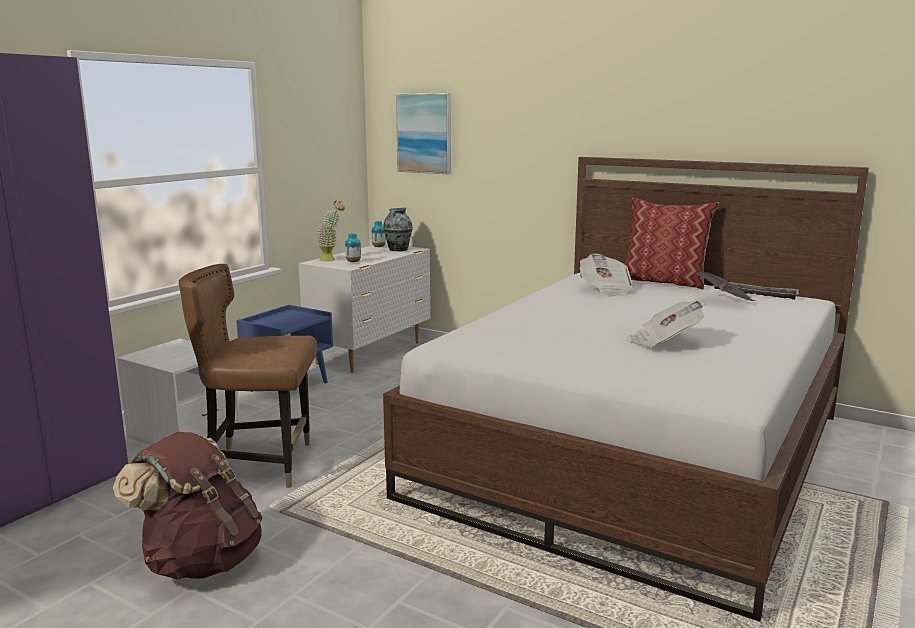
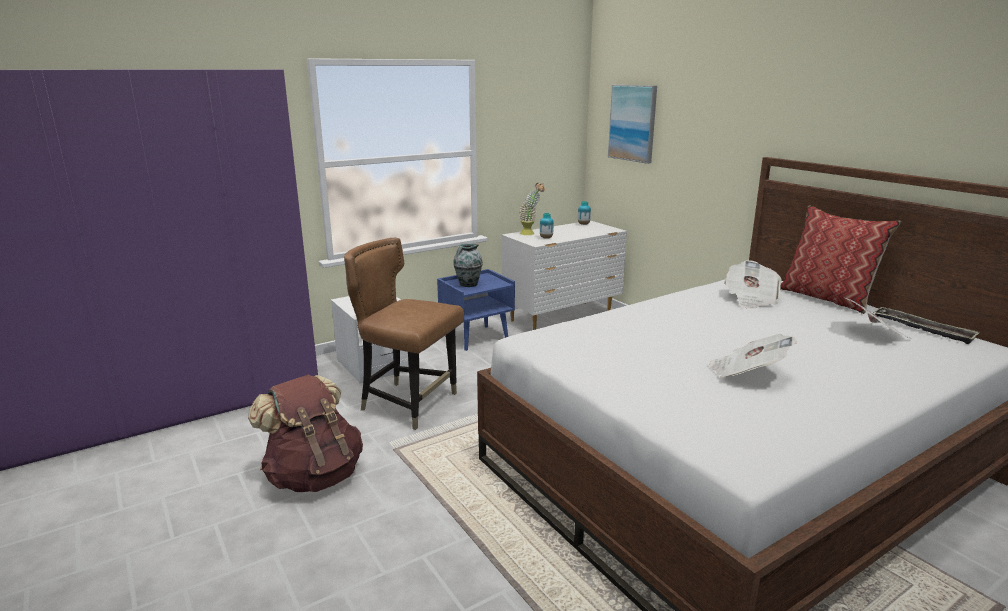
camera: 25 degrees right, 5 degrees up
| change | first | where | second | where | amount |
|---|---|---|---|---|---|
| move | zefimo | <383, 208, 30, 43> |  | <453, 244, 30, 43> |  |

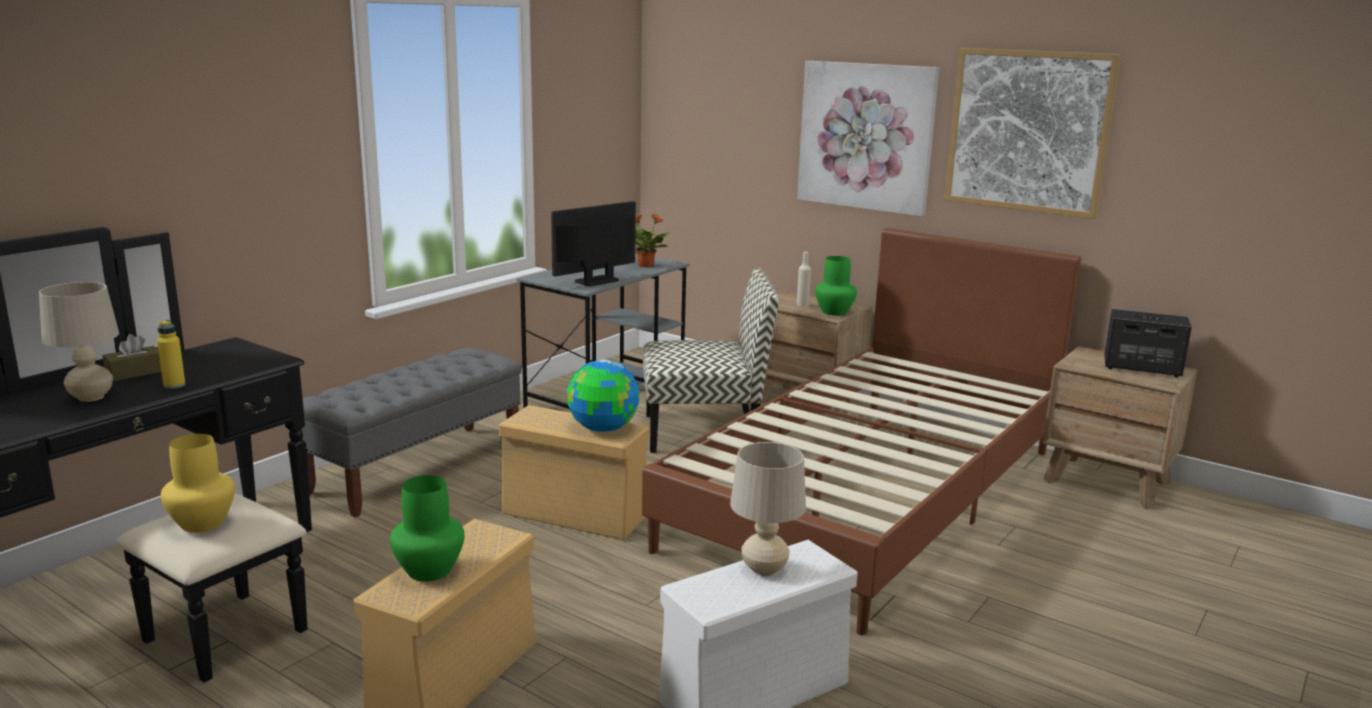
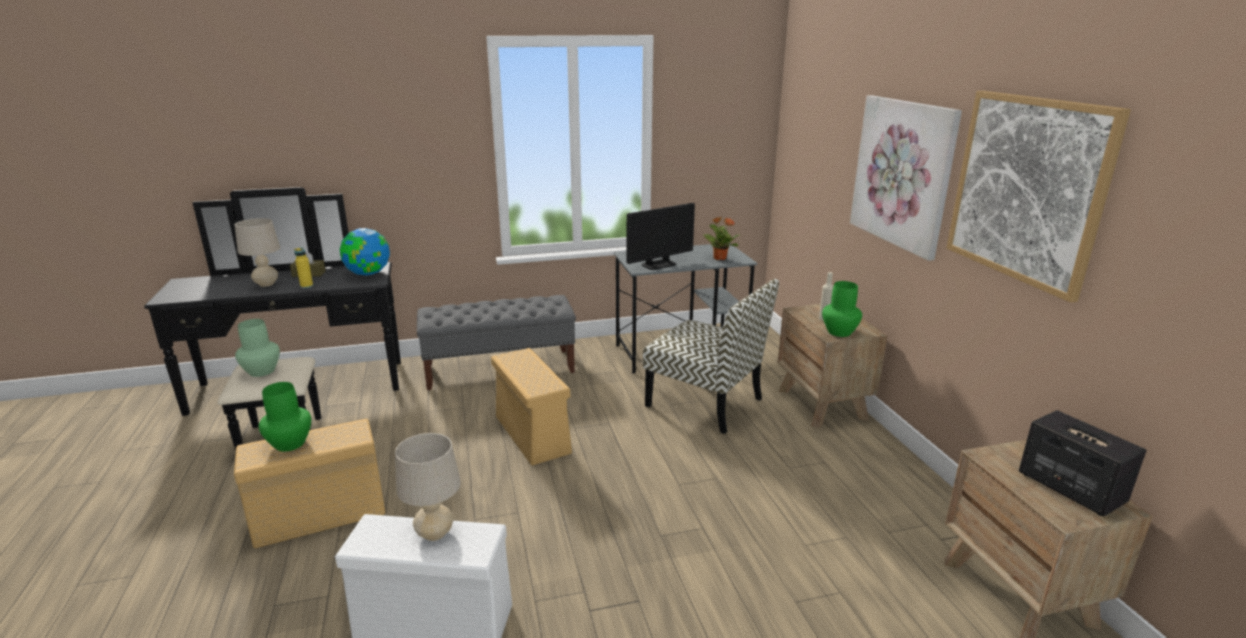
camera: 40 degrees right, 5 degrees up
| change | first | where | second | where | amount |
|---|---|---|---|---|---|
| recolor | yellow zefimo | <161, 434, 74, 99> | green zefimo | <235, 319, 45, 58> |  |
| rotate | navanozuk | <551, 201, 85, 85> |  | <627, 203, 68, 67> | 150 degrees clockwise |
| move | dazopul | <567, 360, 72, 72> |  | <340, 228, 50, 47> |  |
| delete | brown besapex | <642, 228, 439, 407> |  |  |  |

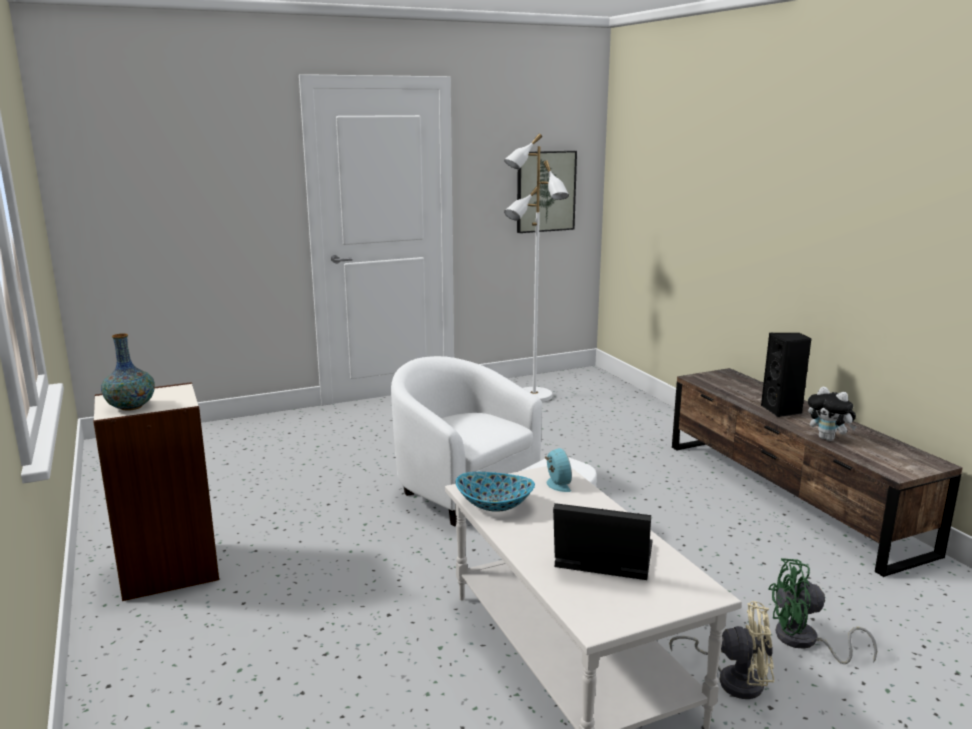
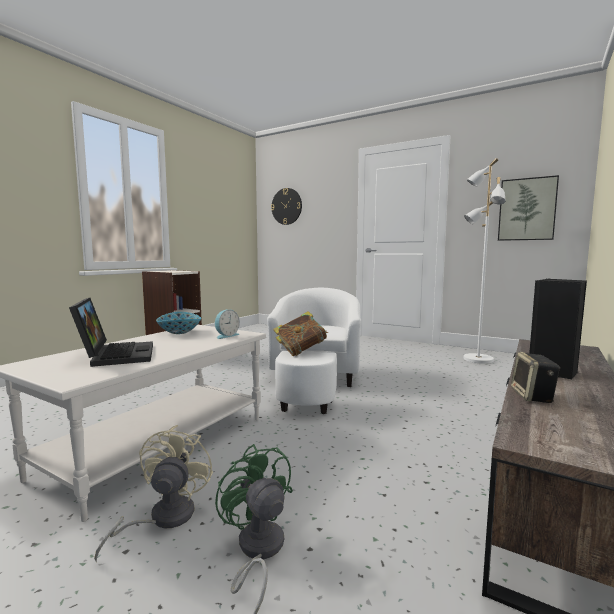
camera: 55 degrees right, 10 degrees down
| change | first | where | second | where | amount |
|---|---|---|---|---|---|
| delete | zefimo | <101, 333, 54, 78> |  |  |  |
| rotate | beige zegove | <669, 601, 105, 98> |  | <94, 425, 119, 137> | 150 degrees counterclockwise |
| replace | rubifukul | <808, 387, 49, 54> | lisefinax | <511, 352, 49, 51> |  |
| insert |  |  | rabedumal | <271, 188, 31, 37> |  |
| insert |  |  | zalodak | <273, 311, 55, 45> |  |

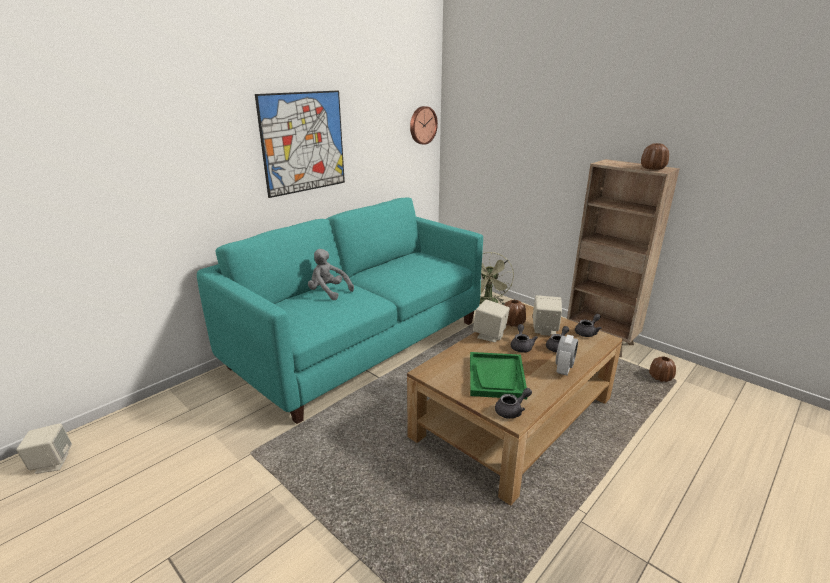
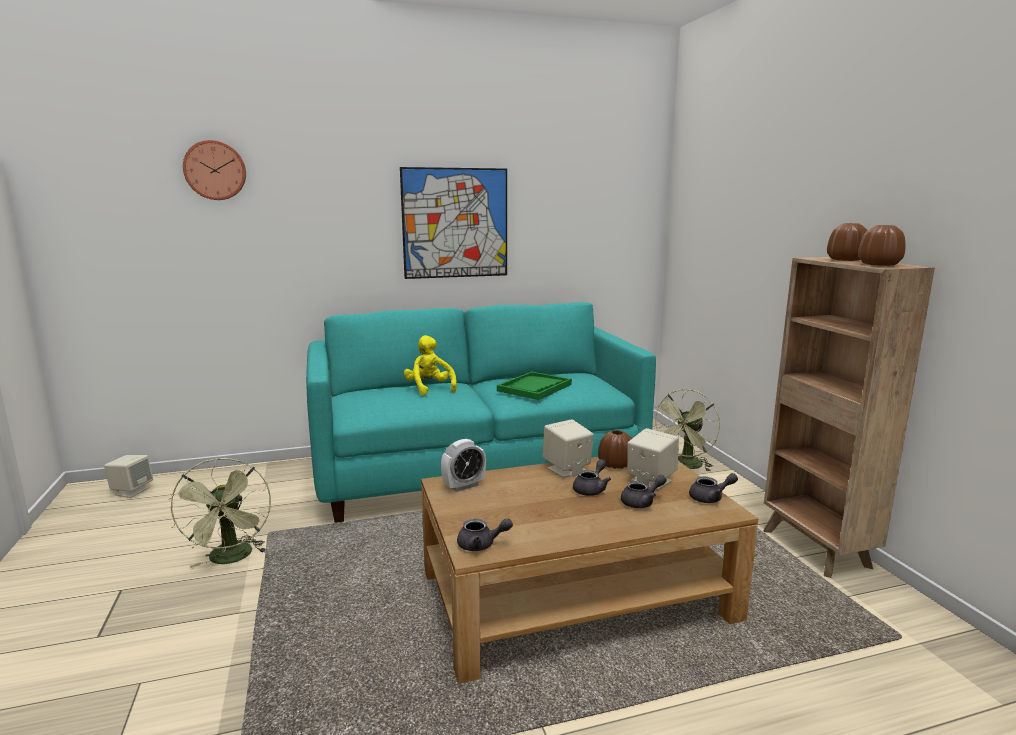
camera: 30 degrees right, 10 degrees down
| change | first | where | second | where | amount |
|---|---|---|---|---|---|
| recolor | grey rubifukul | <308, 249, 46, 52> | yellow rubifukul | <404, 335, 53, 61> |  |
| move | rabedumal | <410, 106, 28, 39> |  | <183, 140, 63, 60> |  |
| move | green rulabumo | <470, 352, 57, 47> |  | <497, 371, 75, 29> |  |
| move | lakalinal | <556, 335, 22, 41> |  | <441, 439, 45, 53> |  |
| move | brown zefimo | <649, 357, 27, 25> |  | <827, 223, 41, 38> |  |
| insert |  |  | green zegove | <169, 458, 102, 110> |  |

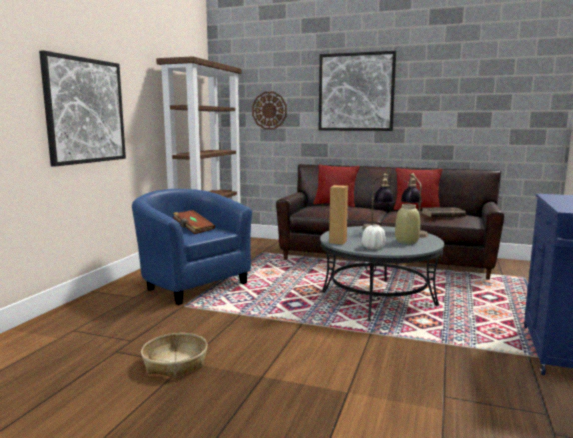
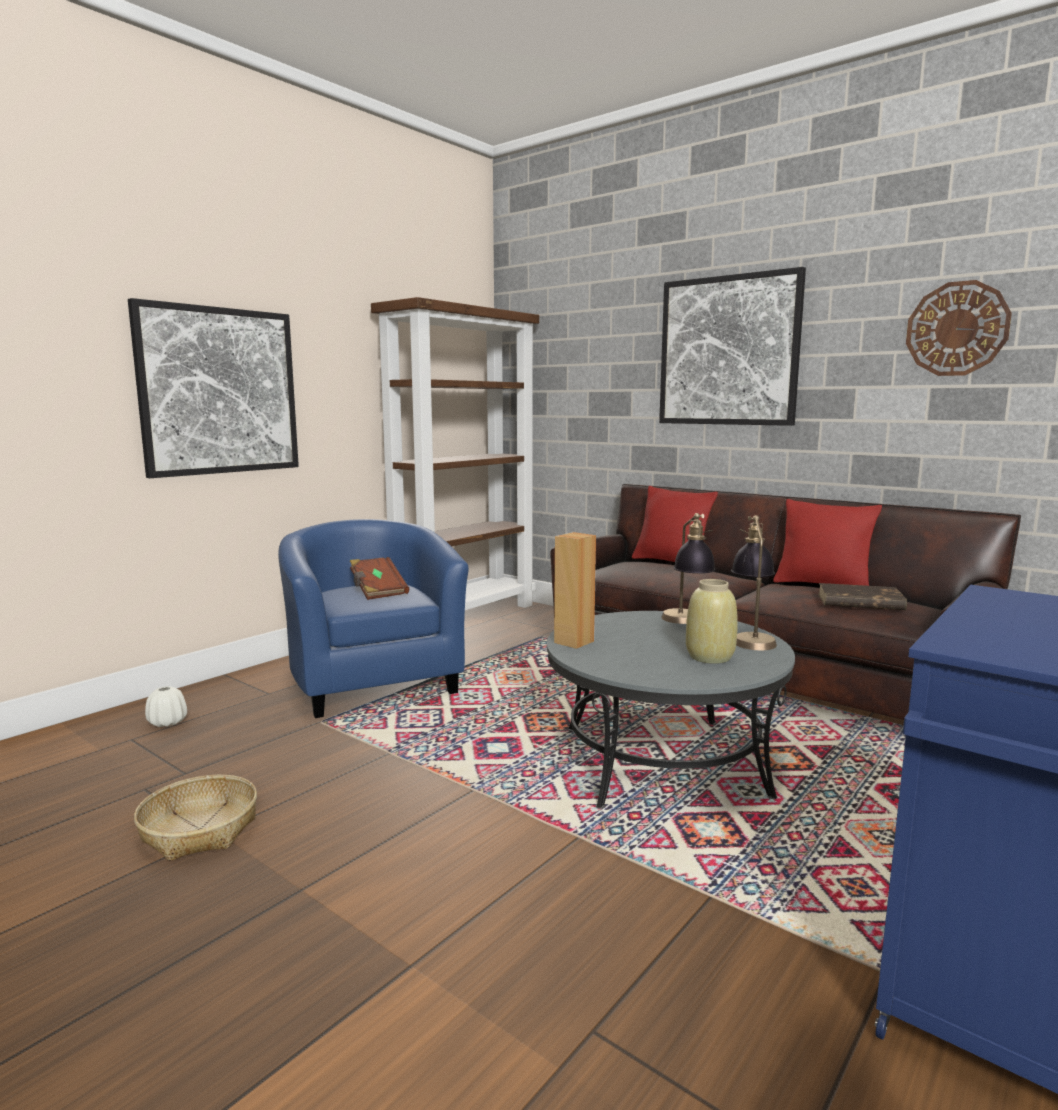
camera: 20 degrees right, 0 degrees up
| change | first | where | second | where | amount |
|---|---|---|---|---|---|
| move | rabedumal | <252, 92, 35, 38> |  | <906, 280, 106, 96> |  |
| move | white zefimo | <362, 225, 24, 24> |  | <145, 686, 42, 41> |  |

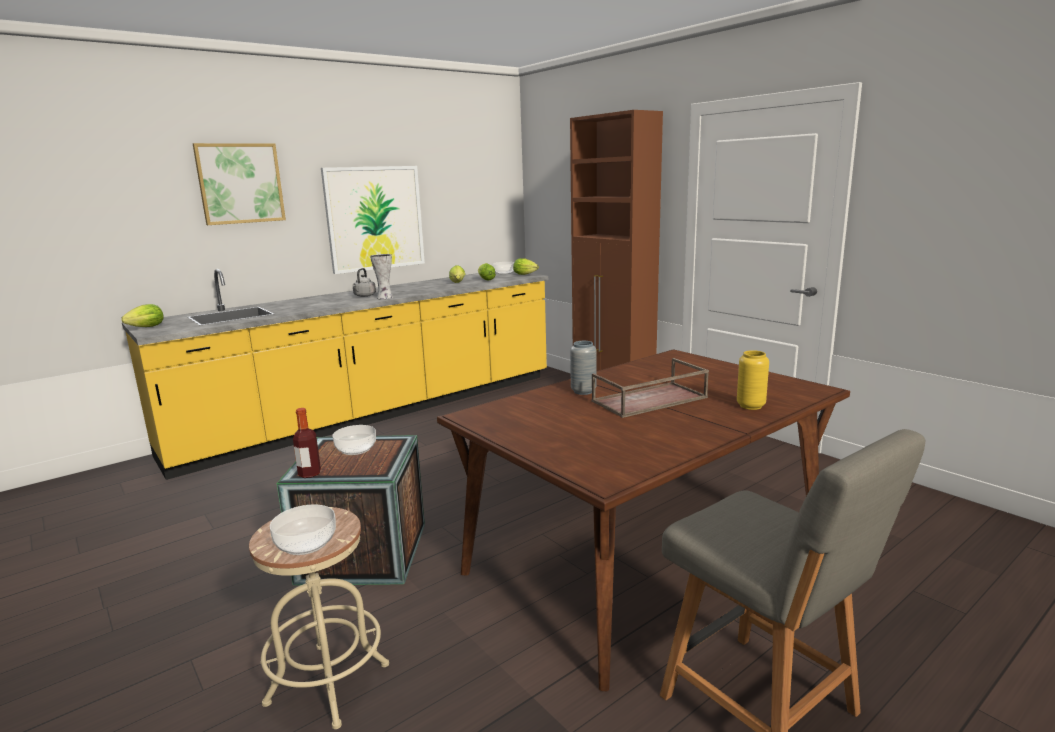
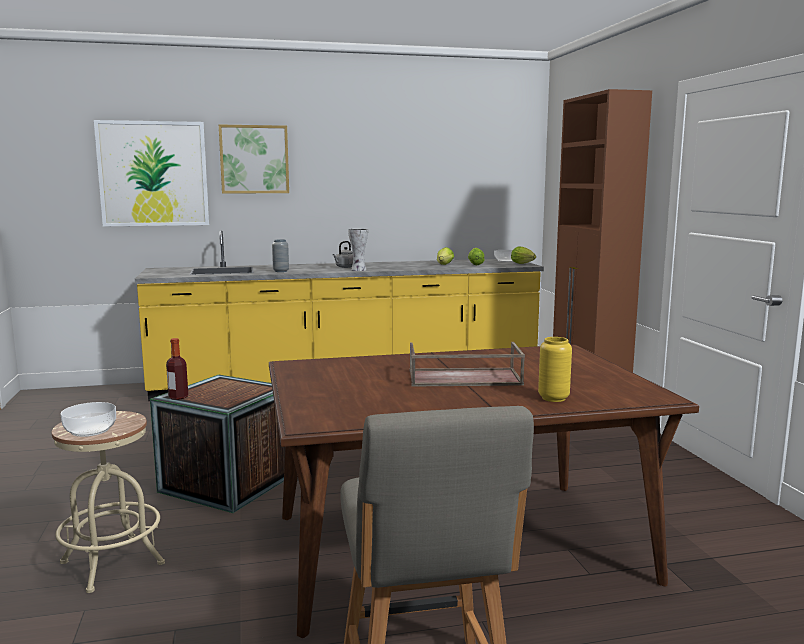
camera: 25 degrees right, 5 degrees down
| change | first | where | second | where | amount |
|---|---|---|---|---|---|
| delete | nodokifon | <121, 304, 42, 23> |  |  |  |
| move | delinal | <321, 166, 104, 108> |  | <94, 120, 115, 106> |  |
| delete | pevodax | <333, 425, 43, 30> |  |  |  |
| move | grey zefimo | <570, 341, 26, 54> |  | <272, 239, 17, 33> |  |

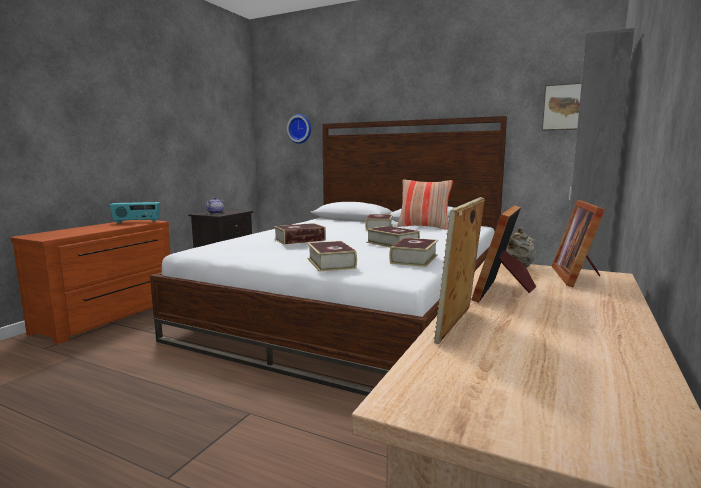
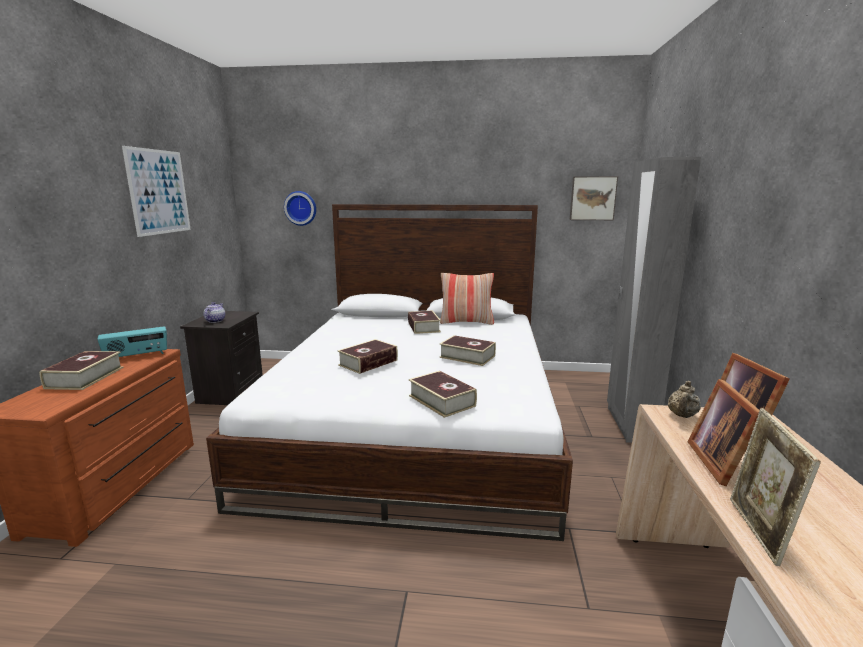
camera: 20 degrees left, 5 degrees up
| change | first | where | second | where | amount |
|---|---|---|---|---|---|
| move | zalodak | <389, 238, 49, 29> |  | <39, 351, 85, 39> |  |
| insert |  |  | delinal | <122, 146, 69, 91> |  |

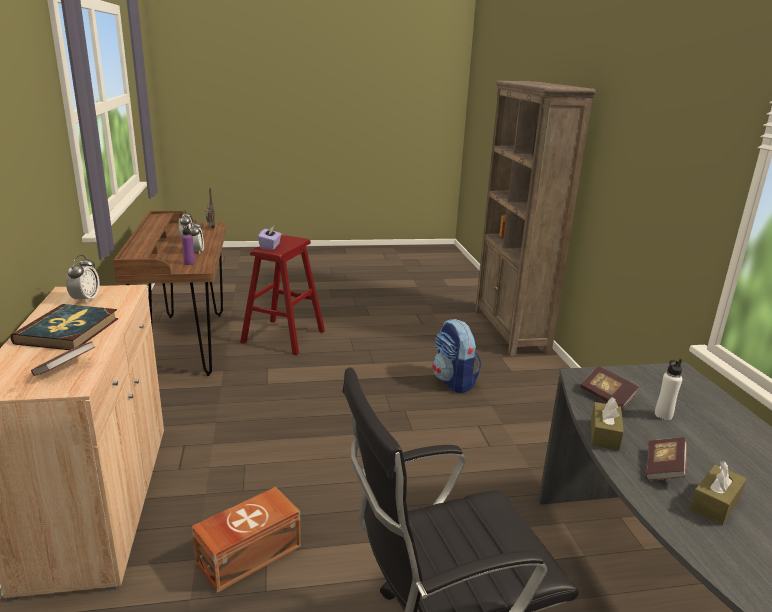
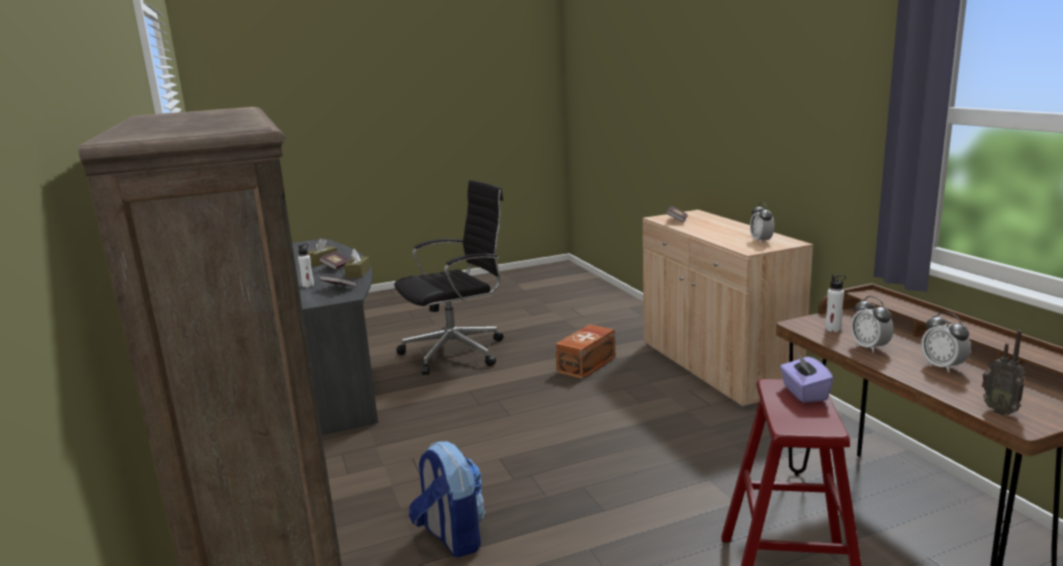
camera: 170 degrees right, 5 degrees down
| change | first | where | second | where | amount |
|---|---|---|---|---|---|
| delete | zalodak | <11, 304, 107, 46> |  |  |  |
| recolor | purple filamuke | <181, 224, 14, 41> | white filamuke | <825, 274, 21, 58> |  |

